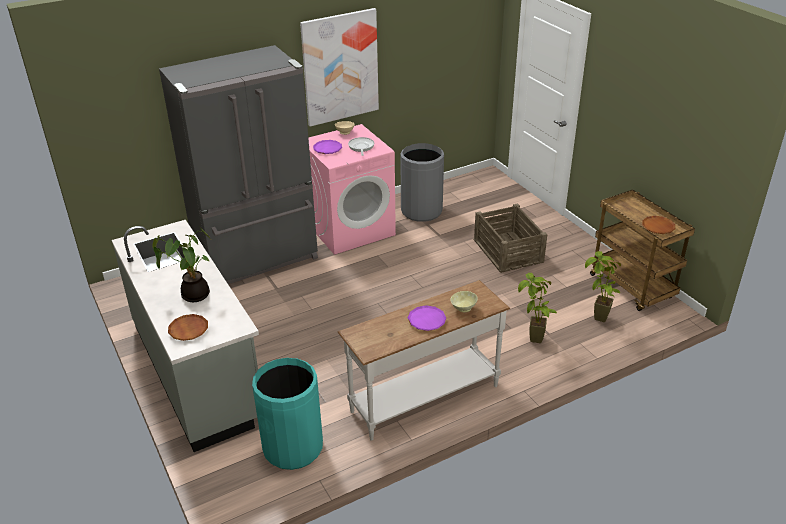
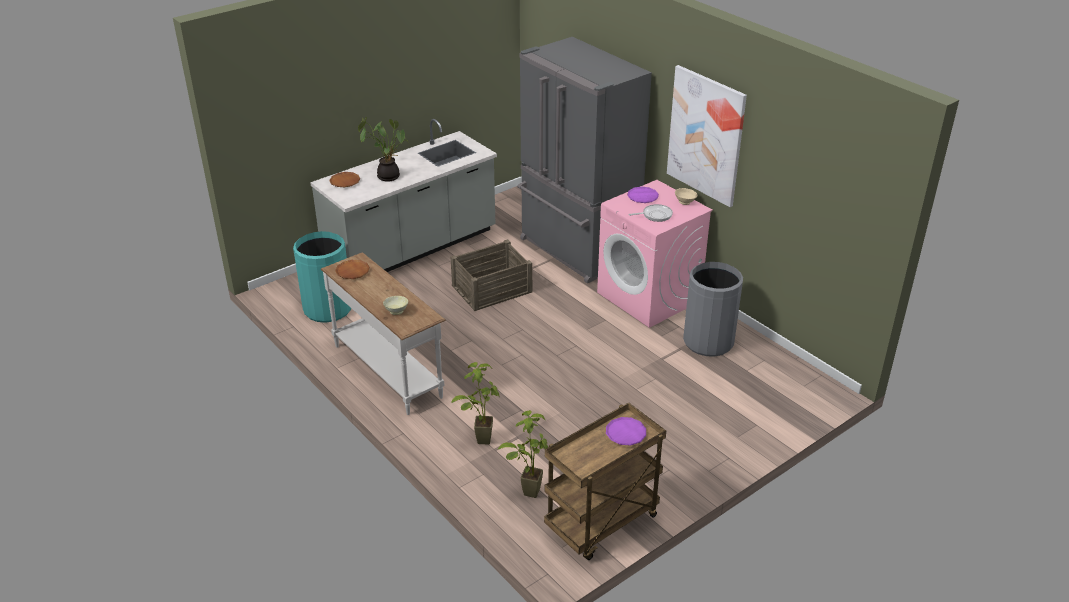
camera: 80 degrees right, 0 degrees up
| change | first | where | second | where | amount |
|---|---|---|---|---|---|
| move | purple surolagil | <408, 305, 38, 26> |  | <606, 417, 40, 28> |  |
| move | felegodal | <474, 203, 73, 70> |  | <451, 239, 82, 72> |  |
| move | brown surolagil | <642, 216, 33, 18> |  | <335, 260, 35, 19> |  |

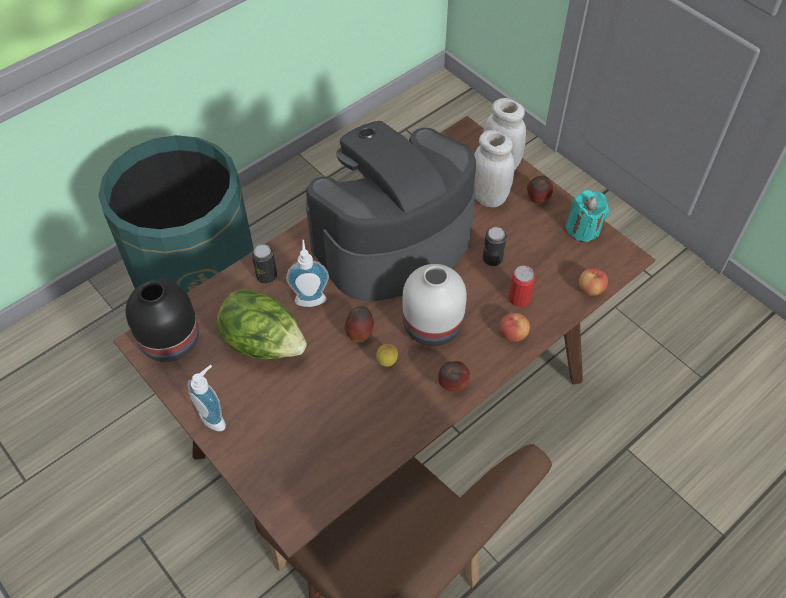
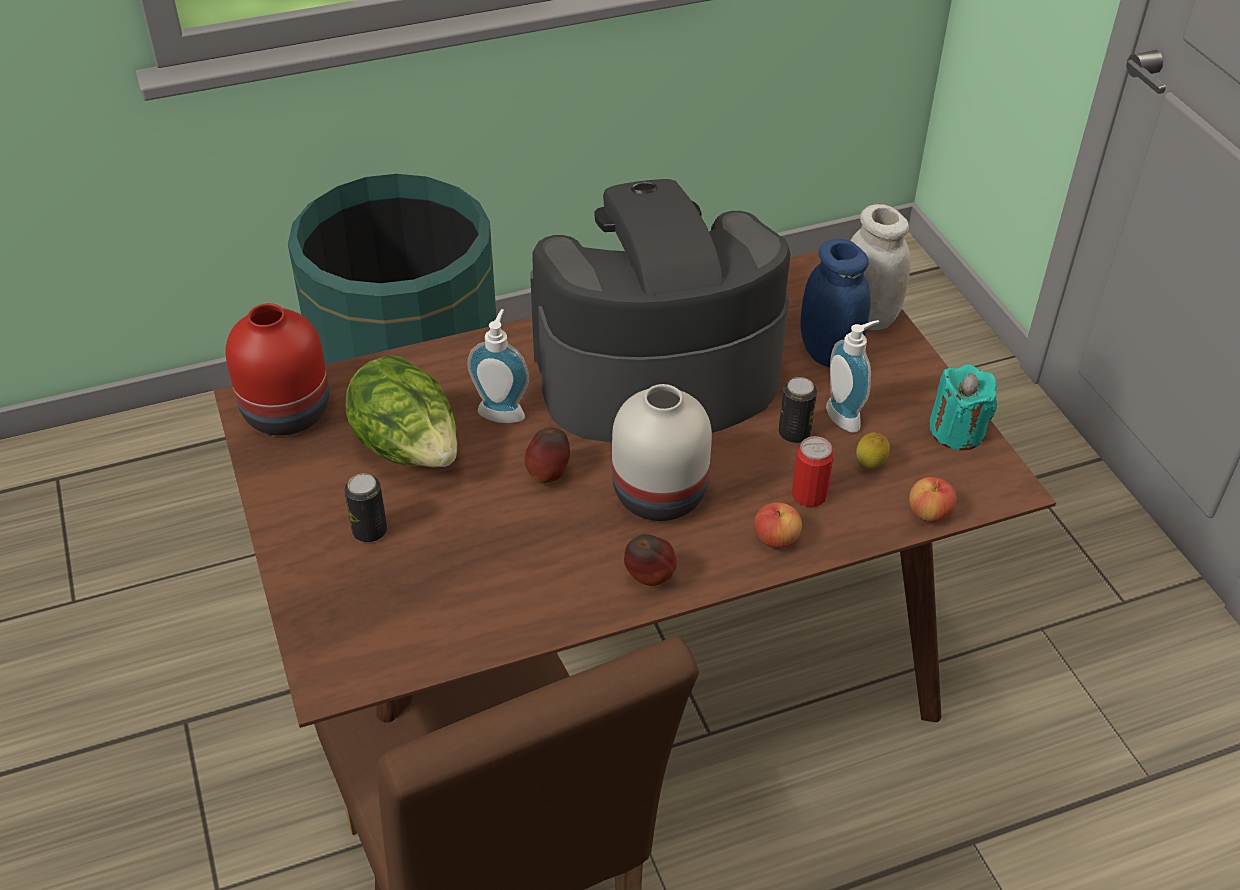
camera: 20 degrees right, 10 degrees down
| change | first | where | second | where | amount |
|---|---|---|---|---|---|
| recolor | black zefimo | <126, 279, 73, 83> | red zefimo | <226, 303, 103, 133> |  |
| move | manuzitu | <188, 365, 38, 66> |  | <826, 320, 53, 113> |  |
| move | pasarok | <252, 244, 25, 40> |  | <344, 474, 43, 68> |  |
| move | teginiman | <376, 344, 22, 23> |  | <856, 433, 34, 35> |  |
| recolor | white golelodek | <474, 130, 41, 77> | blue golelodek | <800, 239, 71, 128> |  |
| delete | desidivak | <527, 176, 26, 28> |  |  |  |

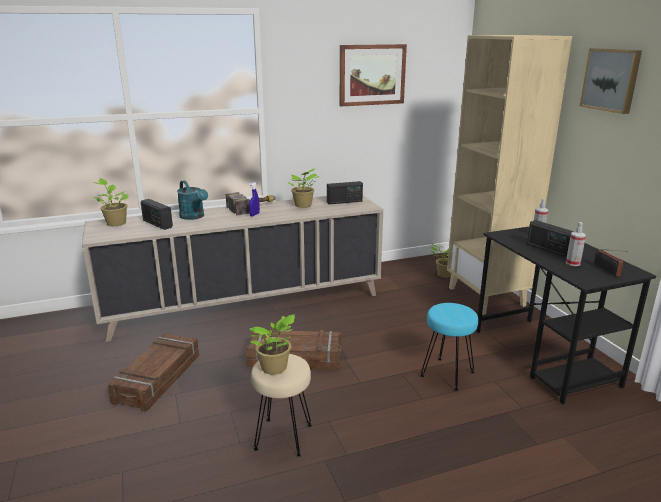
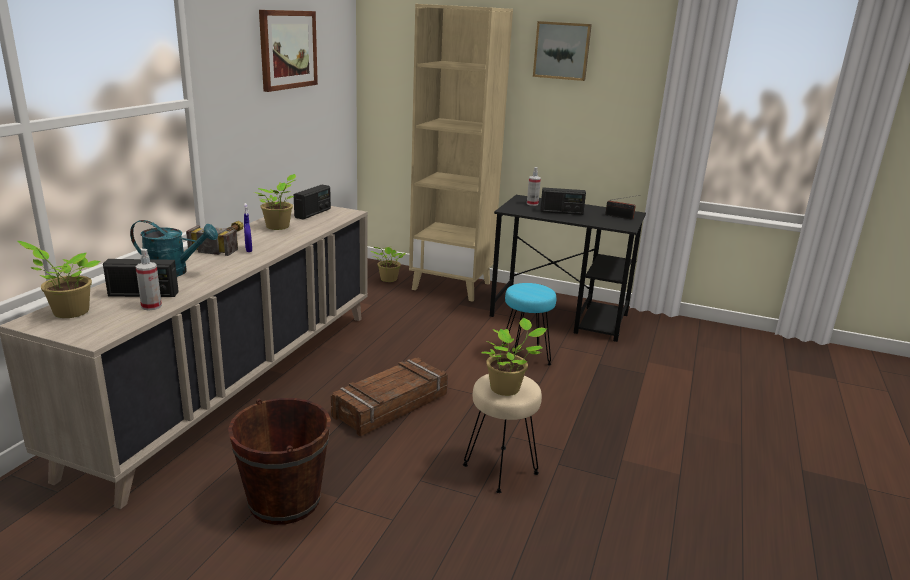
camera: 50 degrees left, 0 degrees up
| change | first | where | second | where | amount |
|---|---|---|---|---|---|
| replace | felegodal | <107, 333, 92, 79> | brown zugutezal | <228, 398, 103, 127> |  |
| move | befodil | <566, 222, 20, 44> |  | <136, 249, 26, 62> |  |

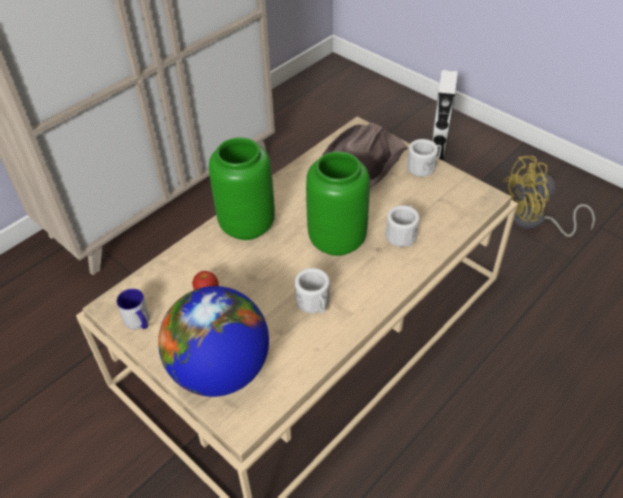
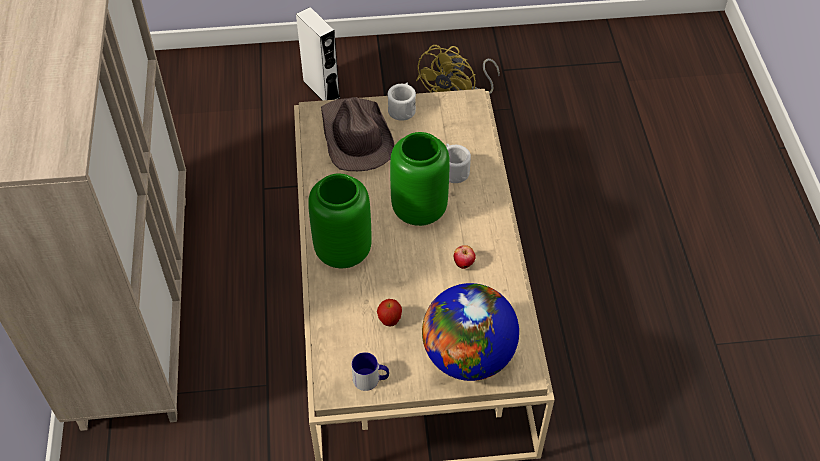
camera: 50 degrees left, 5 degrees up
| change | first | where | second | where | amount |
|---|---|---|---|---|---|
| replace | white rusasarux | <295, 268, 35, 46> | desidivak | <454, 245, 22, 24> |  |

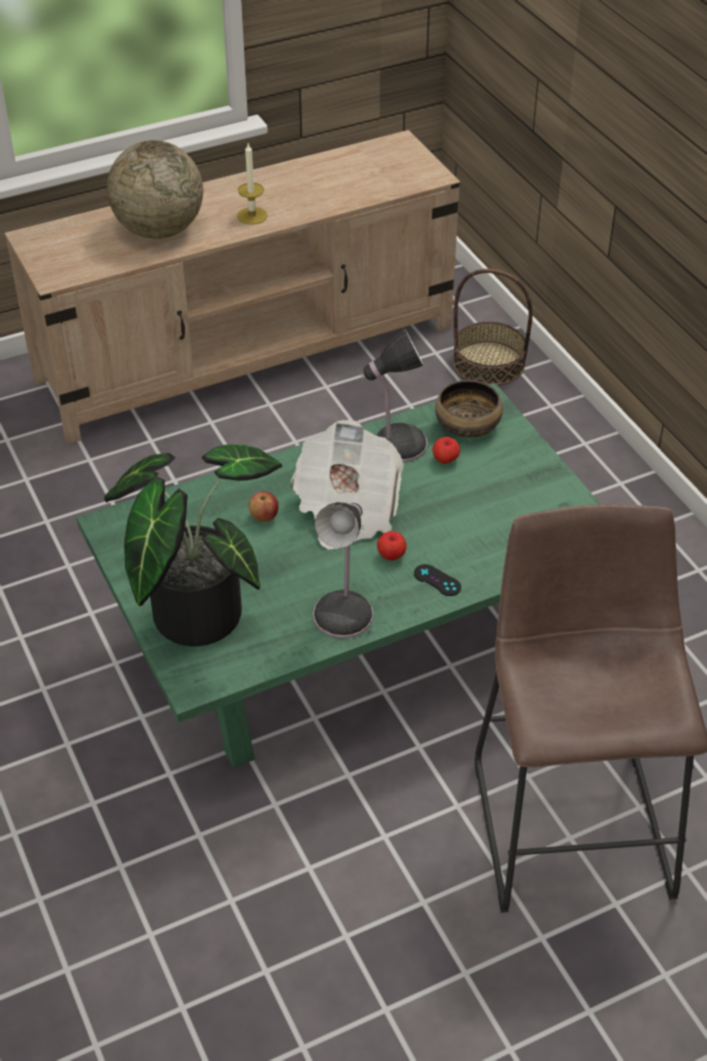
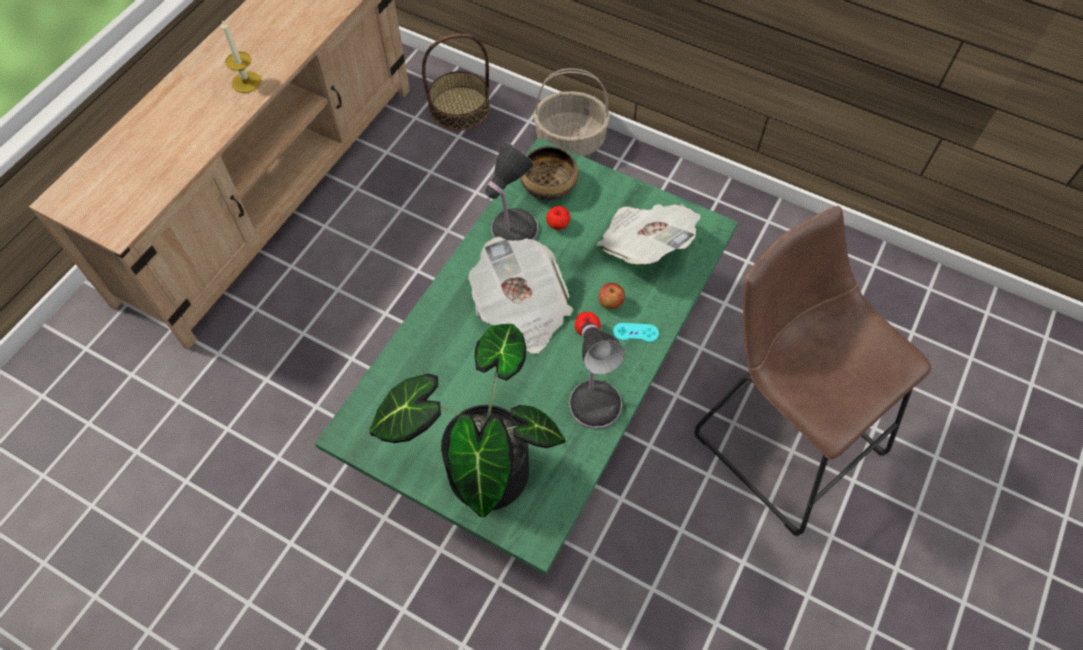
camera: 35 degrees left, 15 degrees up
| change | first | where | second | where | amount |
|---|---|---|---|---|---|
| delete | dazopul | <107, 140, 96, 99> |  |  |  |
| move | desidivak | <248, 491, 31, 31> |  | <599, 283, 26, 26> |  |
| recolor | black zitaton | <414, 564, 47, 32> | turquoise zitaton | <613, 323, 46, 19> |  |
| insert |  |  | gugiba | <534, 68, 76, 89> |  |
| insert |  |  | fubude | <597, 204, 104, 60> |  |

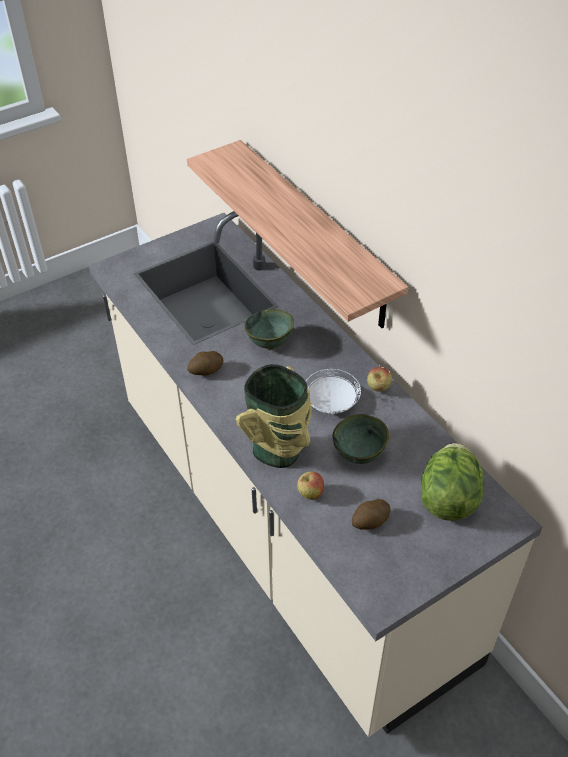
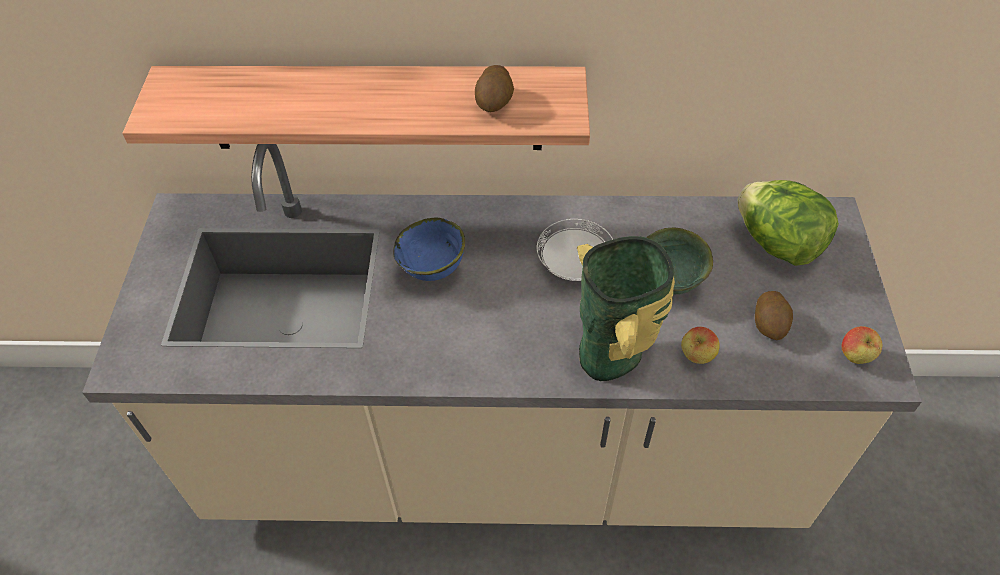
camera: 55 degrees left, 5 degrees up
| change | first | where | second | where | amount |
|---|---|---|---|---|---|
| move | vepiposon | <187, 351, 36, 24> |  | <475, 65, 39, 47> |  |
| recolor | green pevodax | <245, 309, 49, 41> | blue pevodax | <393, 218, 72, 63> |  |
| move | desidivak | <367, 367, 25, 25> |  | <841, 326, 41, 38> |  |

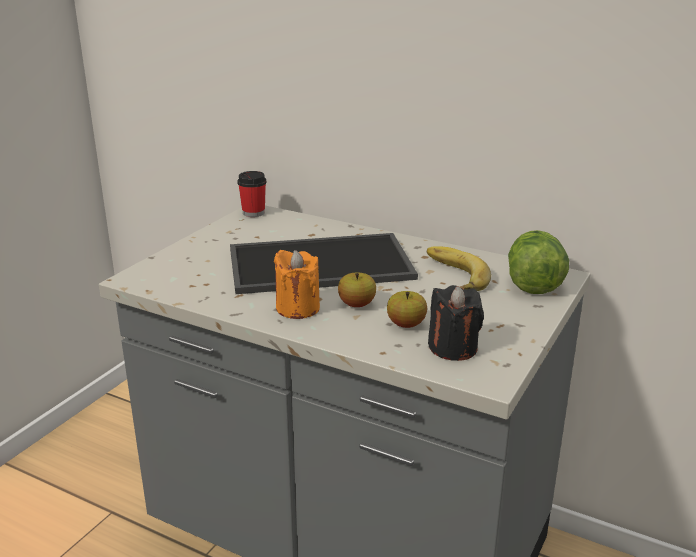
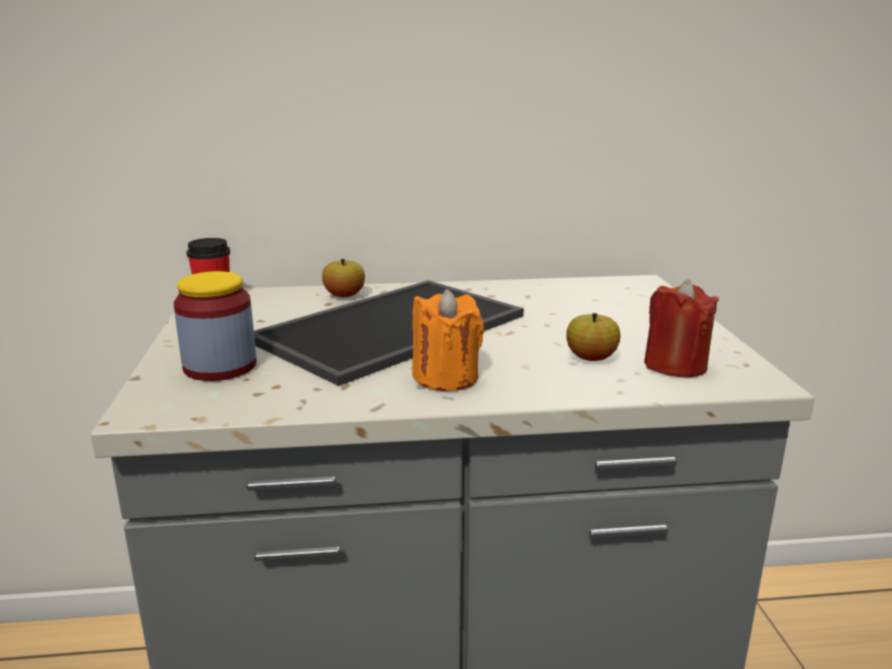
camera: 35 degrees left, 5 degrees down
| change | first | where | second | where | amount |
|---|---|---|---|---|---|
| move | desidivak | <338, 272, 38, 35> |  | <322, 259, 43, 38> |  |
| delete | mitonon | <427, 246, 64, 45> |  |  |  |
| recolor | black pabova | <428, 285, 56, 76> | red pabova | <644, 279, 75, 99> |  |
| delete | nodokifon | <508, 230, 61, 64> |  |  |  |
| insert |  |  | golelodek | <174, 271, 83, 110> |  |

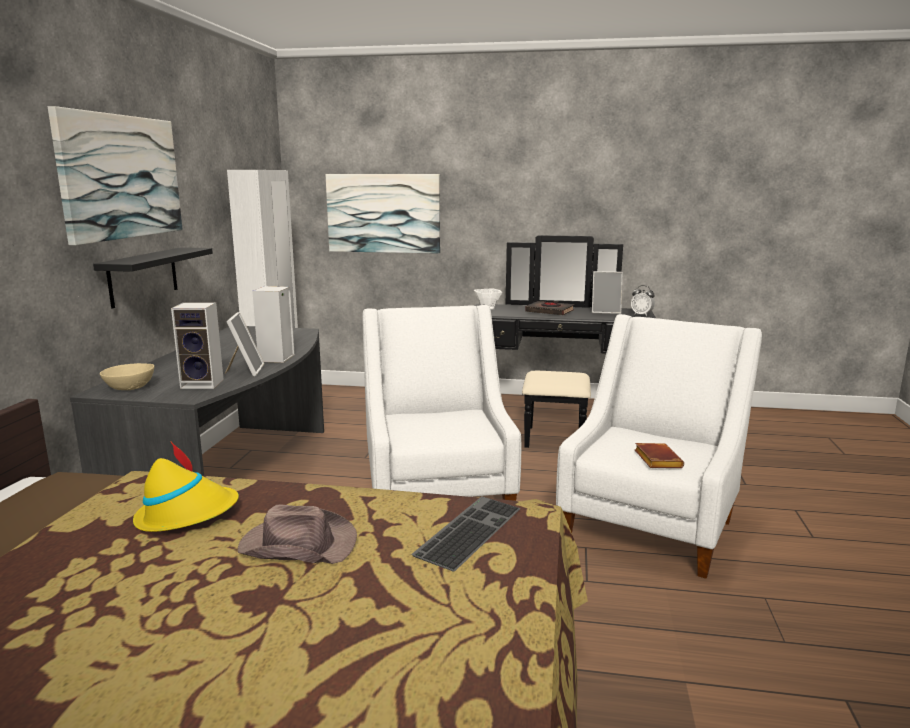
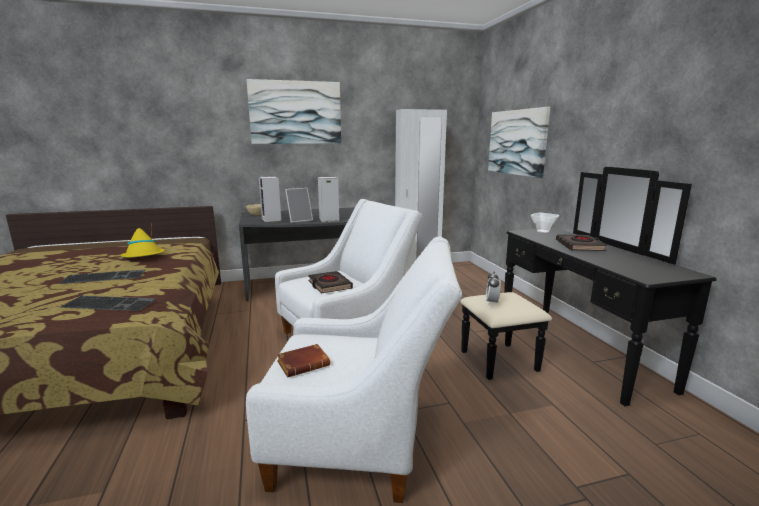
camera: 65 degrees right, 0 degrees up
| change | first | where | second | where | amount |
|---|---|---|---|---|---|
| delete | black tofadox | <93, 247, 120, 61> |  |  |  |
| replace | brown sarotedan | <238, 504, 119, 60> | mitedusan | <59, 269, 87, 15> |  |
| delete | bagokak | <592, 271, 31, 43> |  |  |  |
| move | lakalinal | <631, 285, 24, 31> |  | <486, 271, 15, 34> |  |
| insert |  |  | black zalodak | <308, 271, 45, 23> |  |

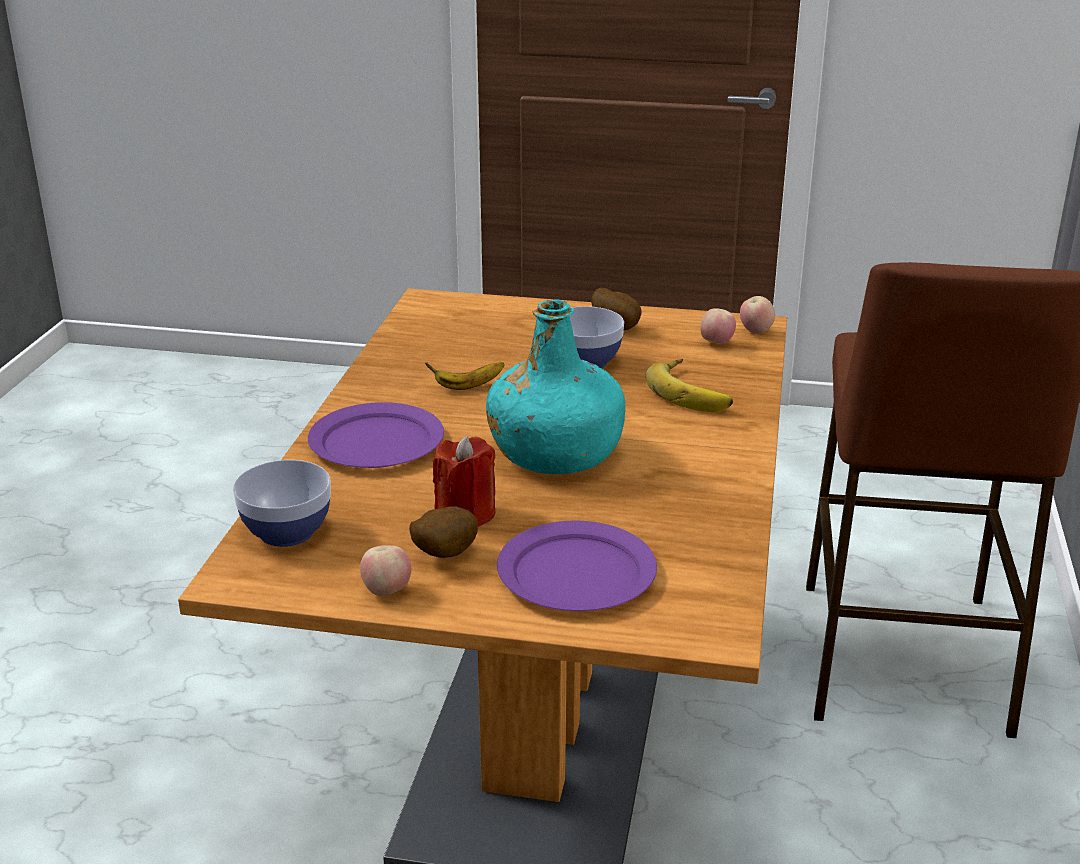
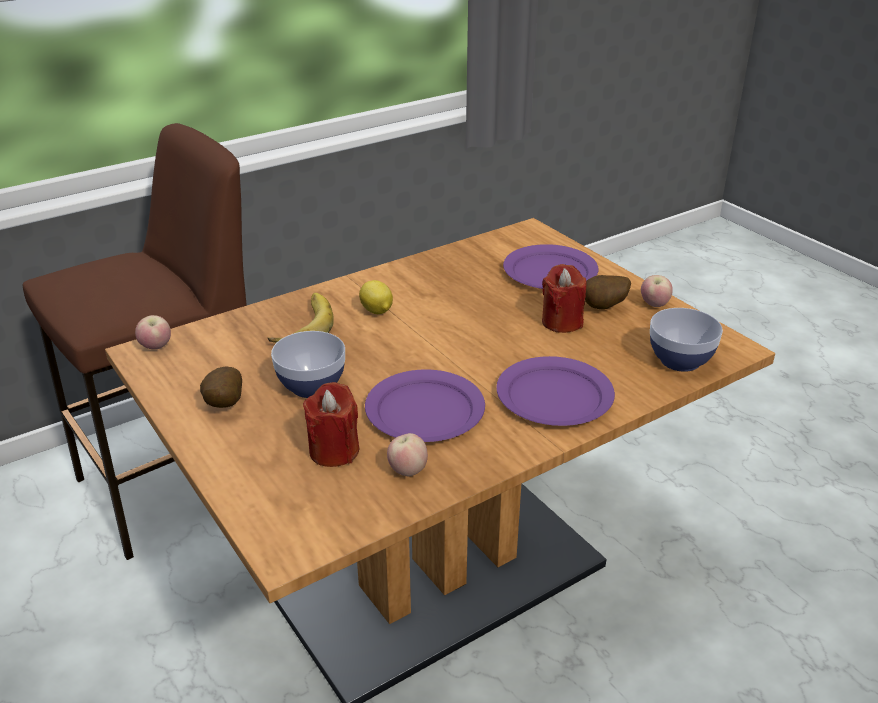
camera: 135 degrees left, 5 degrees up
| change | first | where | second | where | amount |
|---|---|---|---|---|---|
| replace | mitonon | <425, 362, 79, 28> | purple surolagil | <365, 370, 120, 72> |  |
| delete | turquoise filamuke | <486, 300, 139, 174> |  |  |  |
| move | desidivak | <700, 308, 36, 36> |  | <387, 433, 41, 43> |  |
| insert |  |  | red pabova | <303, 382, 57, 85> |  |
| insert |  |  | teginiman | <359, 280, 34, 34> |  |

